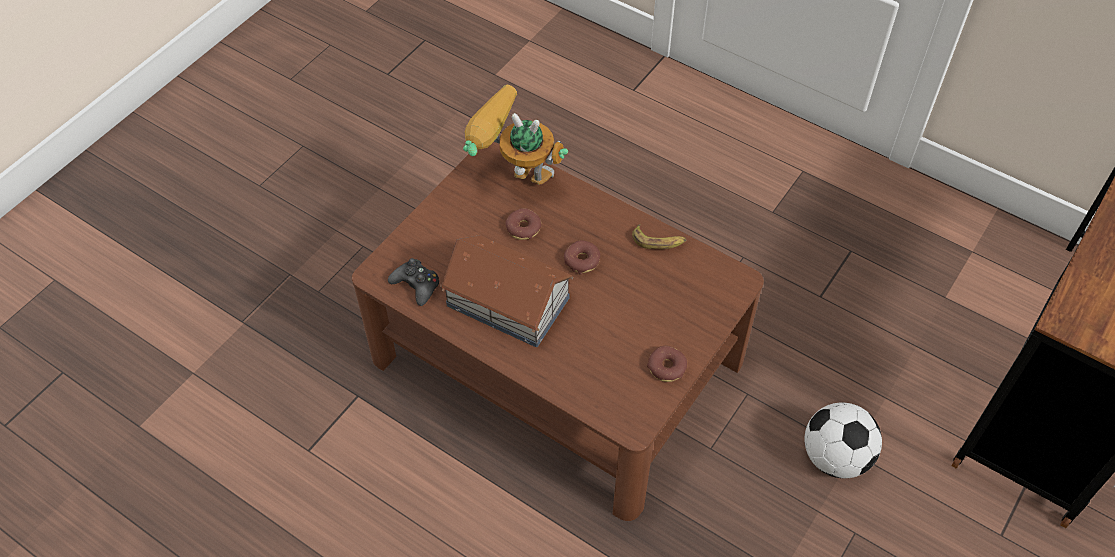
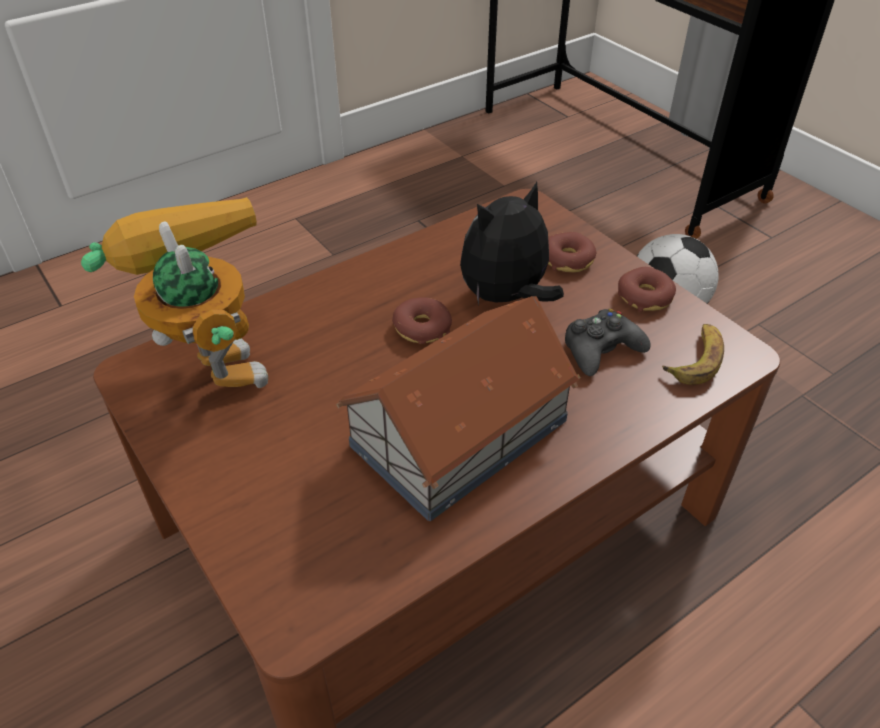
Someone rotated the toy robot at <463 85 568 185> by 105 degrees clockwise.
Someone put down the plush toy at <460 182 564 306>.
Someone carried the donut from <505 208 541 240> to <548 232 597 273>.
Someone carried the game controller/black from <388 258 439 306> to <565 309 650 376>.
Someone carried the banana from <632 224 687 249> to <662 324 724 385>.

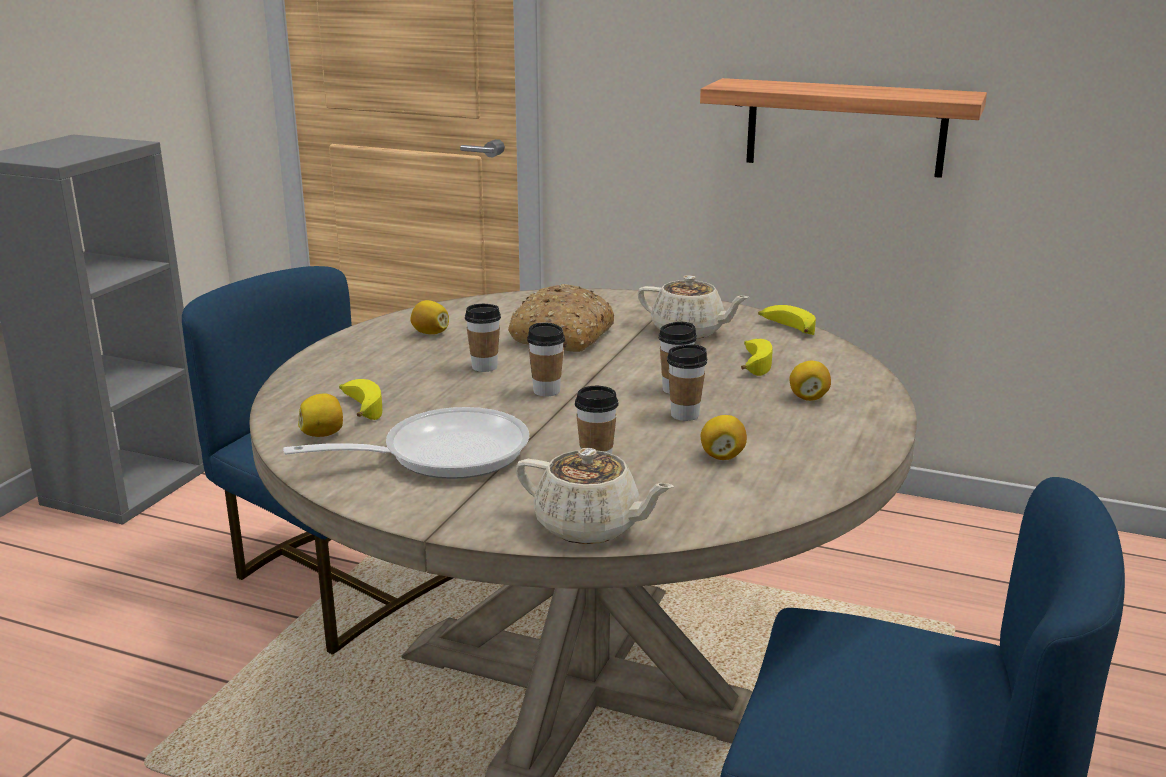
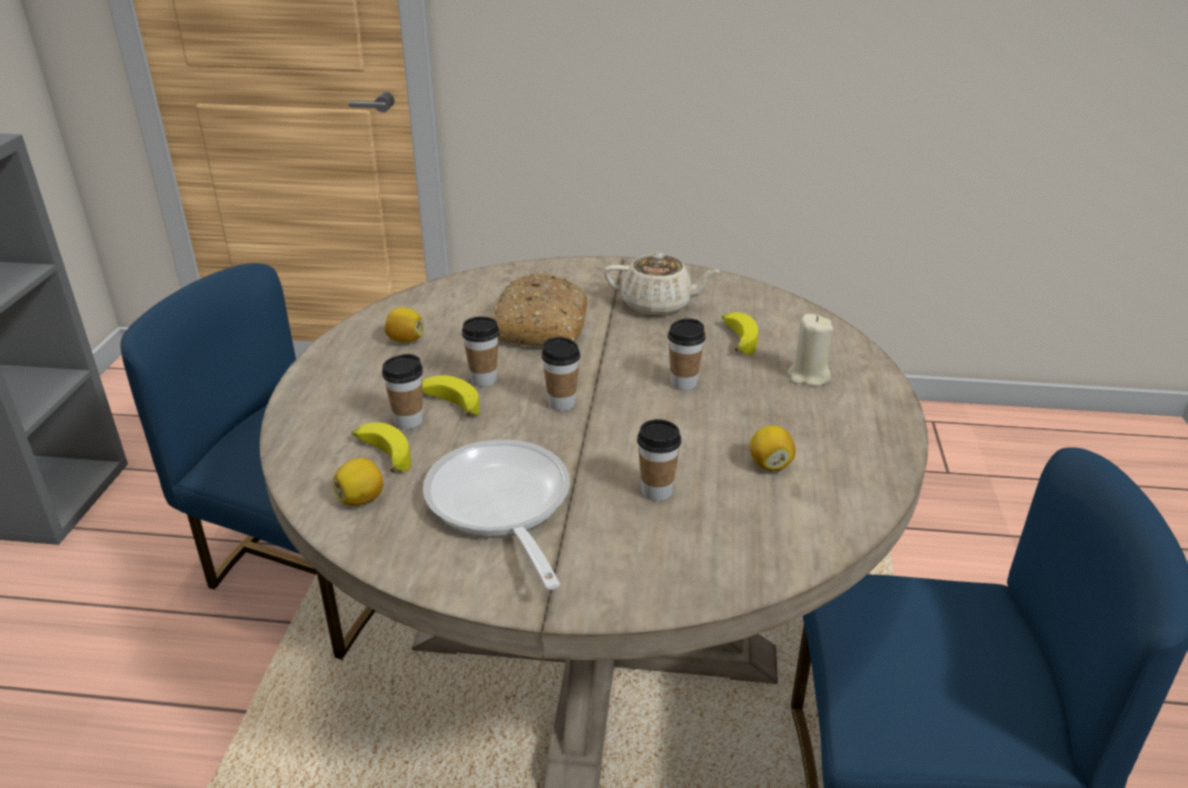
Someone carried the cup from <667 345 707 421> to <382 354 423 429>.
Someone carried the banana from <758 305 816 335> to <422 375 480 416>.
Someone rotated the frying pan at <283 407 529 479> by 75 degrees counterclockwise.
Someone swapped the lemon at <789 361 831 401> for the candle/beige at <788 314 833 386>.
Someone took away the teapot/beige at <516 448 674 544>.
Someone took away the shelf at <700 78 987 178>.

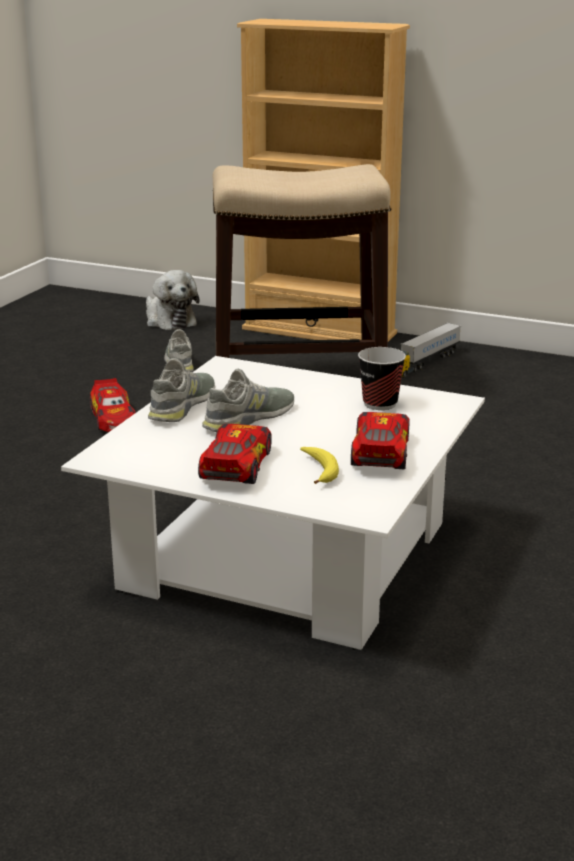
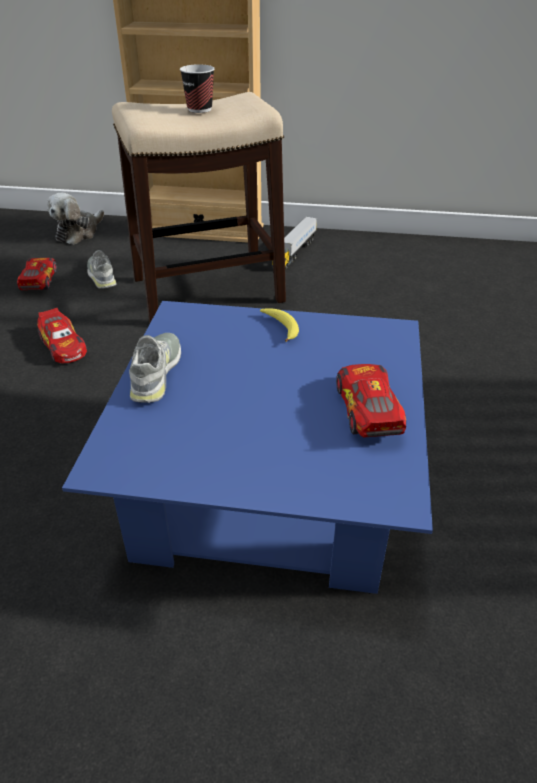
Someone carried the toy car from <198 424 272 484> to <17 258 57 290>.
Someone rotated the plush toy at <146 270 200 330> by 75 degrees clockwise.
Someone repainted the coffee table/white at <61 356 485 650>, which became the coffee table/blue at <62 301 433 594>.
Someone carried the cup from <358 347 406 410> to <180 64 215 113>.
Someone carried the banana from <300 447 339 484> to <260 308 299 342>.
Someone took away the shoe/grey at <202 369 294 432>.

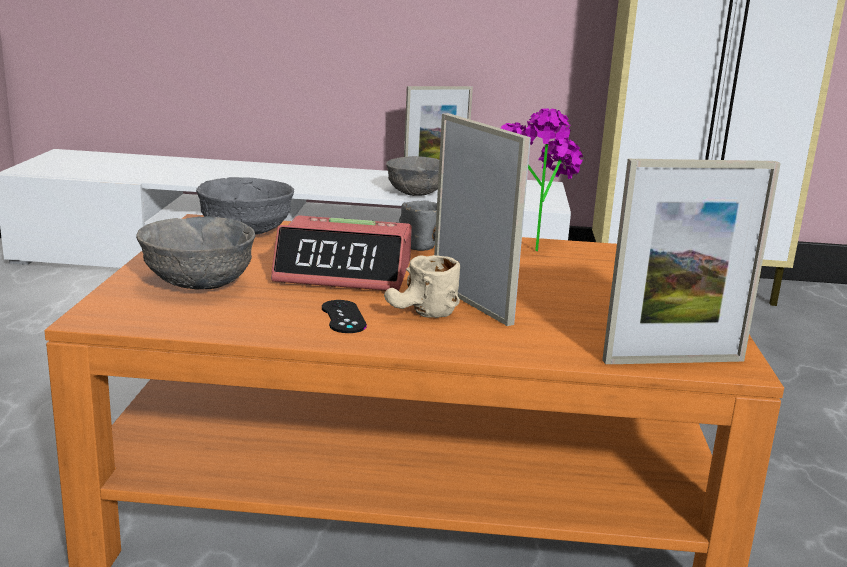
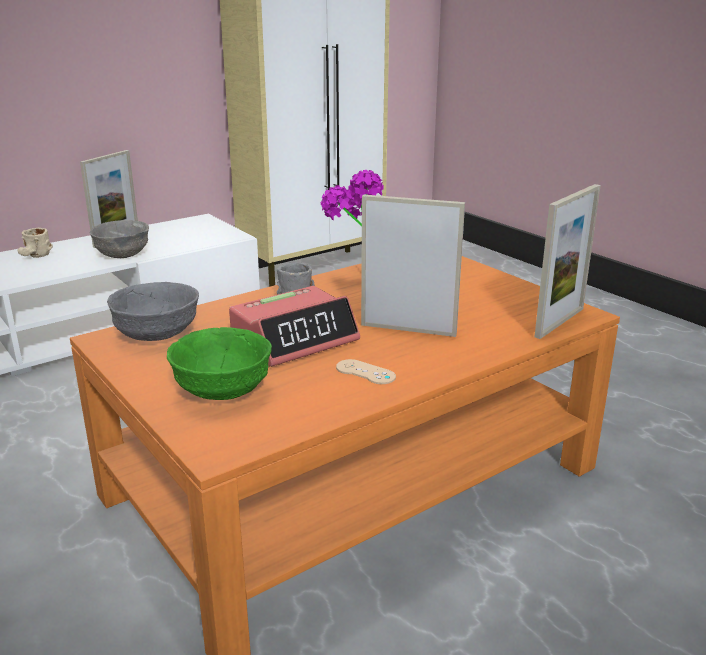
Someone carried the mug/beige from <384 255 460 318> to <17 228 53 258>.
Someone repainted the bowl/grey at <136 216 255 289>, which became the bowl/green at <167 327 272 400>.
Someone repainted the game controller/black at <322 300 367 333>, which became the game controller/beige at <336 359 396 384>.

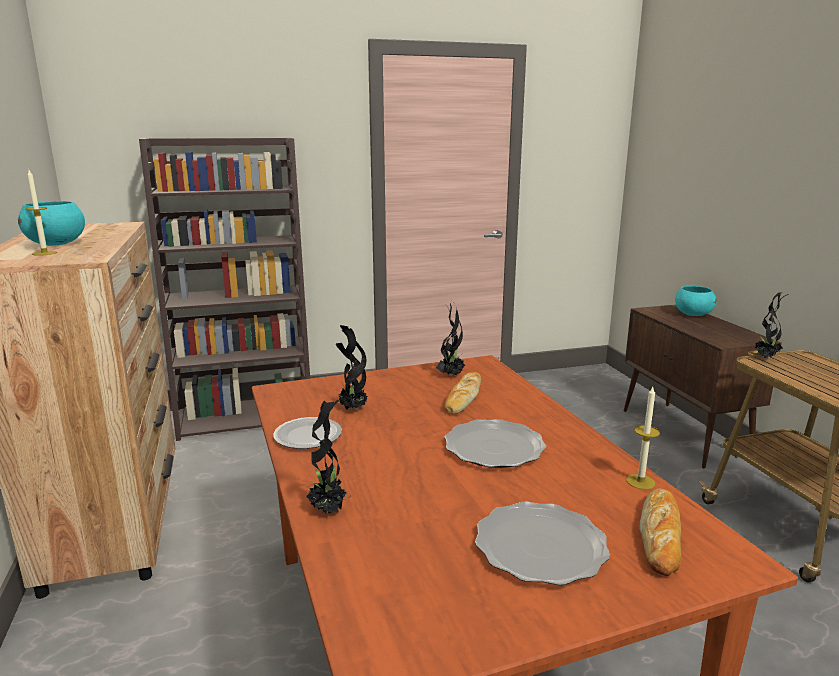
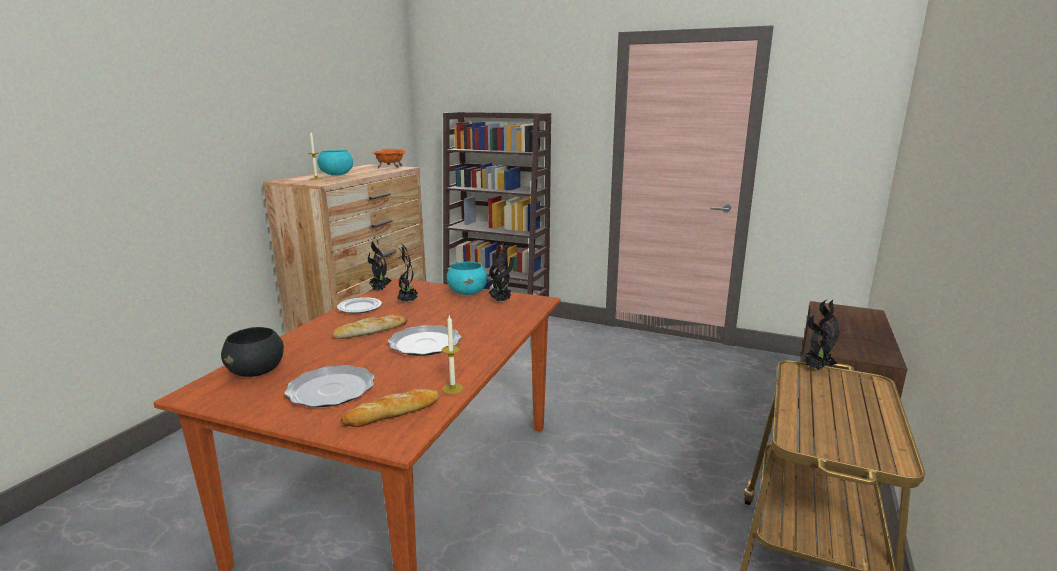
Someone put down the bowl/black at <221 327 284 377>.
Someone carried the bread from <444 372 481 414> to <333 315 407 339>.
Someone carried the potted plant from <306 400 351 514> to <368 236 392 291>.
Someone put down the bowl/orange at <372 149 407 168>.
Someone carried the bowl/turquoise from <675 286 717 316> to <446 262 487 295>.

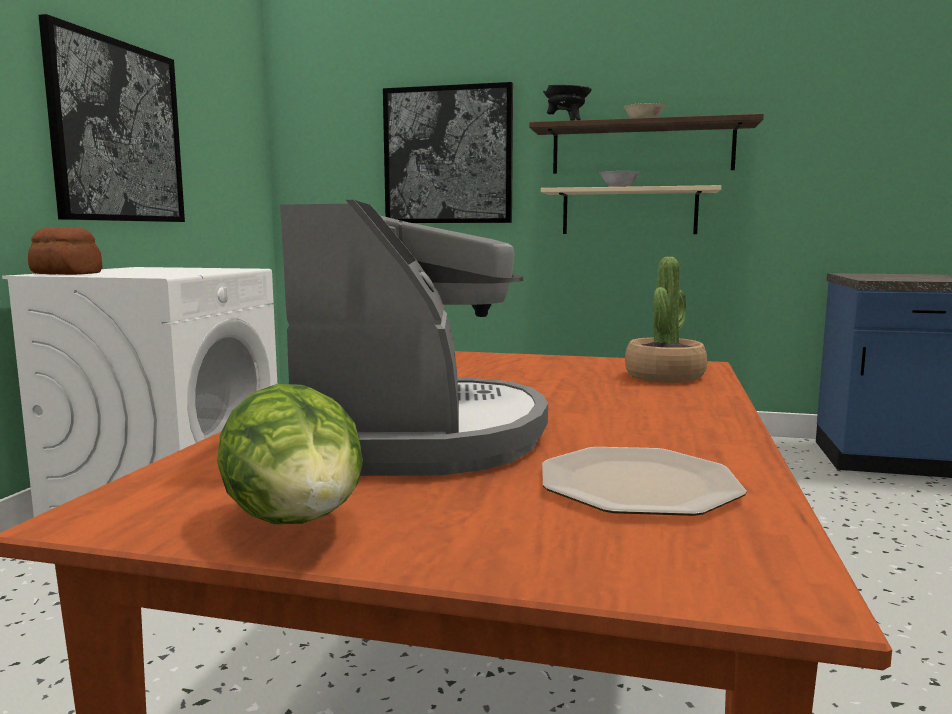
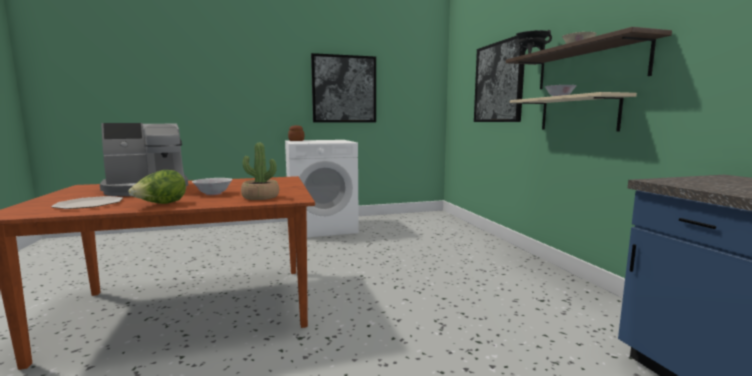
Someone carried the lettuce from <217 384 363 524> to <129 170 186 204>.
Someone put down the bowl/white at <192 178 233 195>.

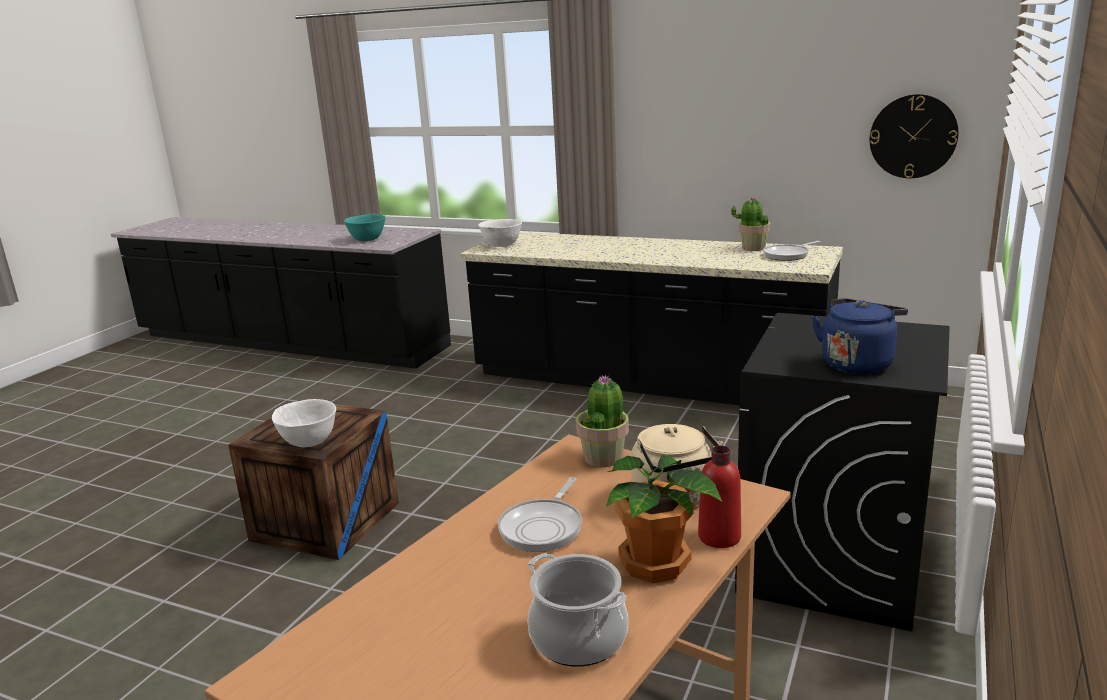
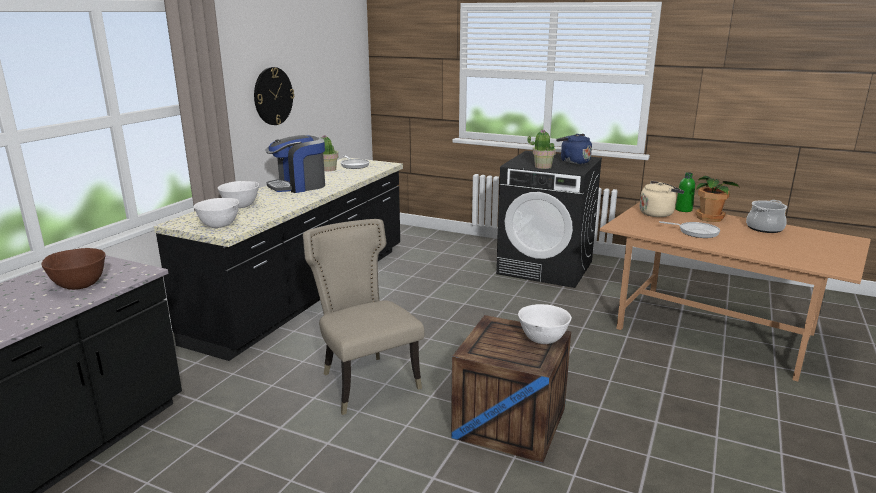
Someone repainted the bowl/turquoise at <344 214 386 241>, which became the bowl/brown at <41 248 106 290>.
Someone put down the bowl/white at <218 181 259 208>.
Someone carried the wall clock from <870 94 958 178> to <254 67 294 125>.
Someone put down the coffee machine at <266 135 325 193>.
Someone put down the chair/beige at <303 219 425 415>.
Someone carried the potted plant from <576 374 629 467> to <527 129 556 169>.
Someone repainted the bottle/red at <698 446 741 548>, which became the bottle/green at <675 172 695 212>.

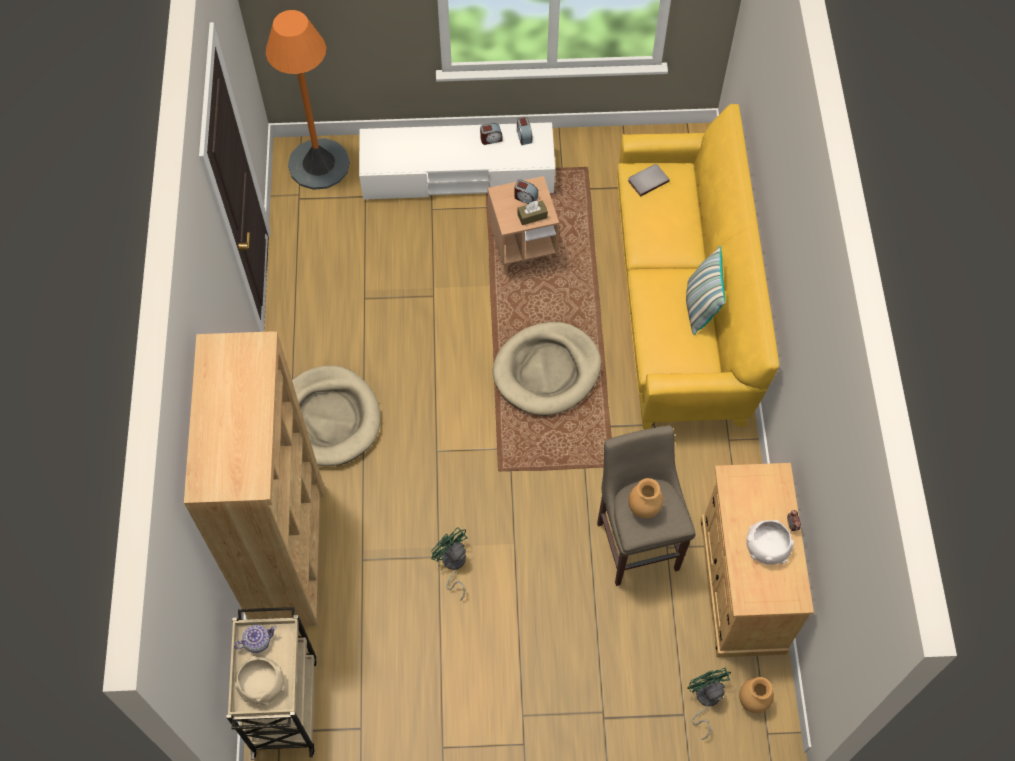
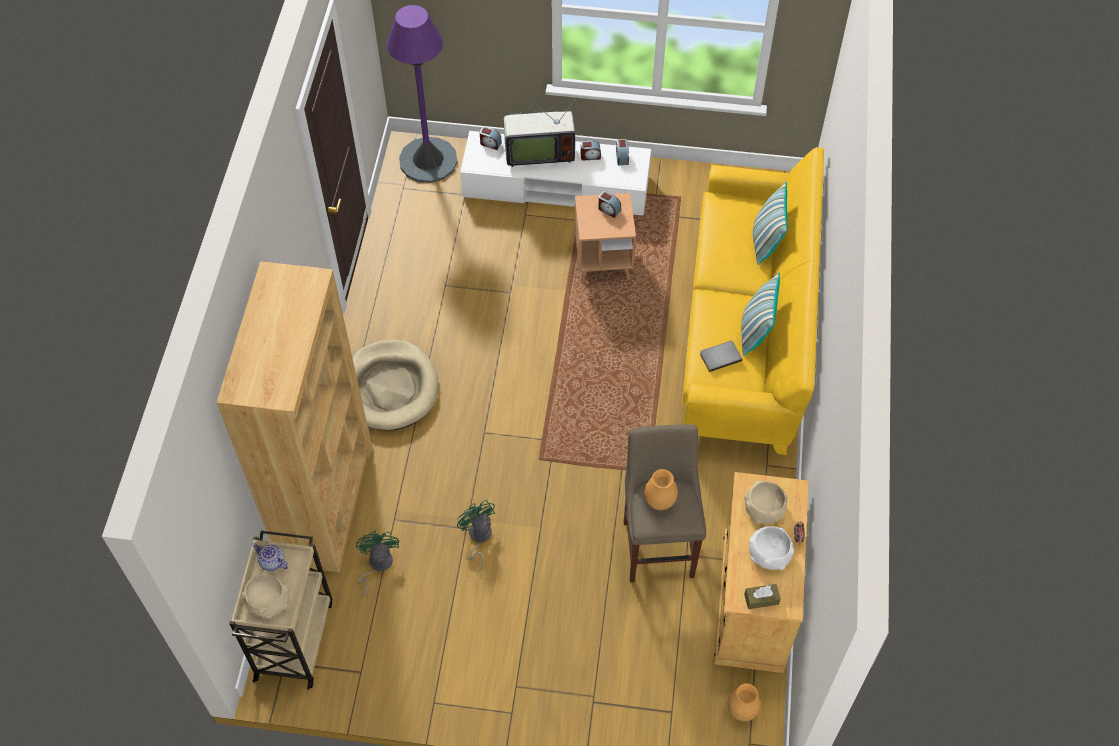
Someone rotated the teapot at <234 625 277 653> by 135 degrees counterclockwise.
Someone carried the fan/green from <688 668 731 740> to <356 531 399 597>.
Someone repainted the floor lamp/orange at <266 10 350 190>, which became the floor lamp/purple at <387 5 458 183>.
Someone put down the alarm clock at <480 126 502 150>.
Someone put down the television at <504 96 578 167>.
Someone carried the book/grey from <628 164 670 197> to <700 341 743 372>.
Someone put down the bowl/beige at <744 481 788 524>.
Someone carried the tissue box/brown from <517 200 548 225> to <744 584 781 609>.
Someone put down the pillow at <753 182 788 265>.
Someone took away the dog bed/beige at <493 322 601 415>.

